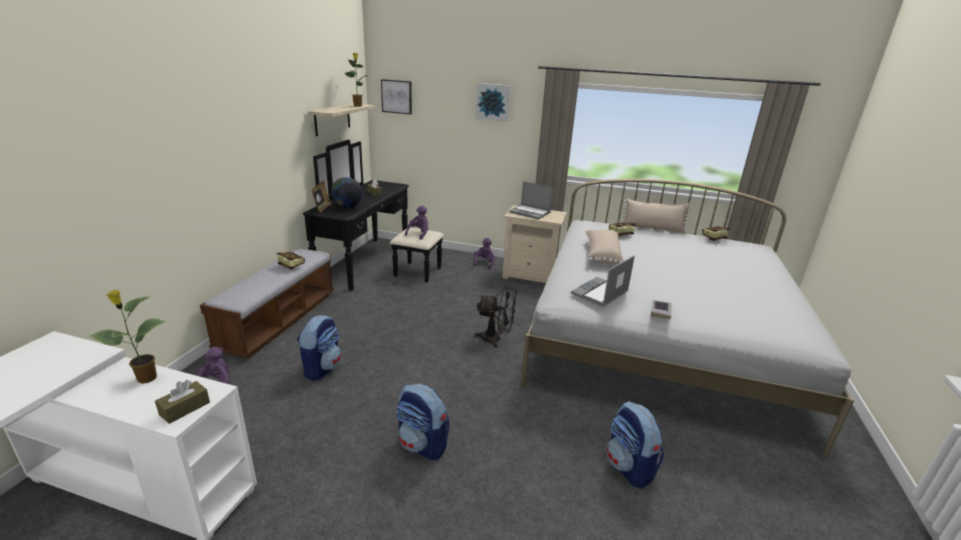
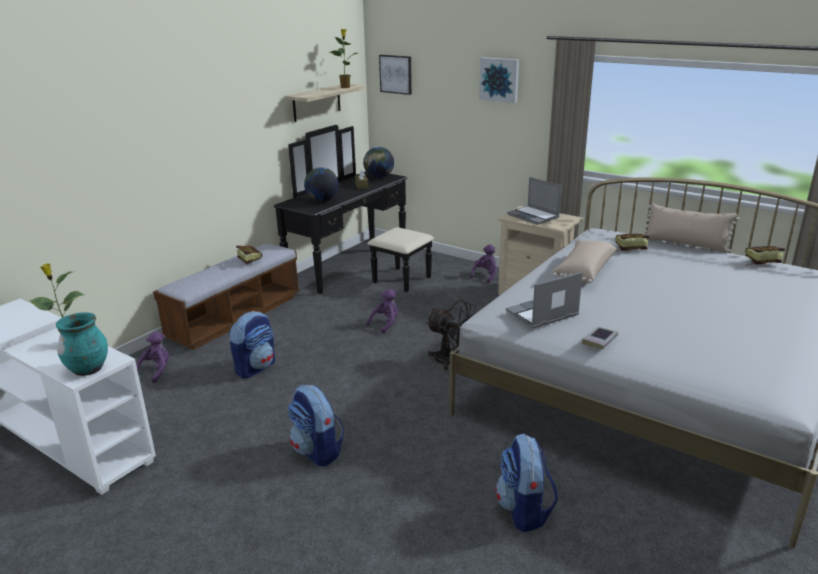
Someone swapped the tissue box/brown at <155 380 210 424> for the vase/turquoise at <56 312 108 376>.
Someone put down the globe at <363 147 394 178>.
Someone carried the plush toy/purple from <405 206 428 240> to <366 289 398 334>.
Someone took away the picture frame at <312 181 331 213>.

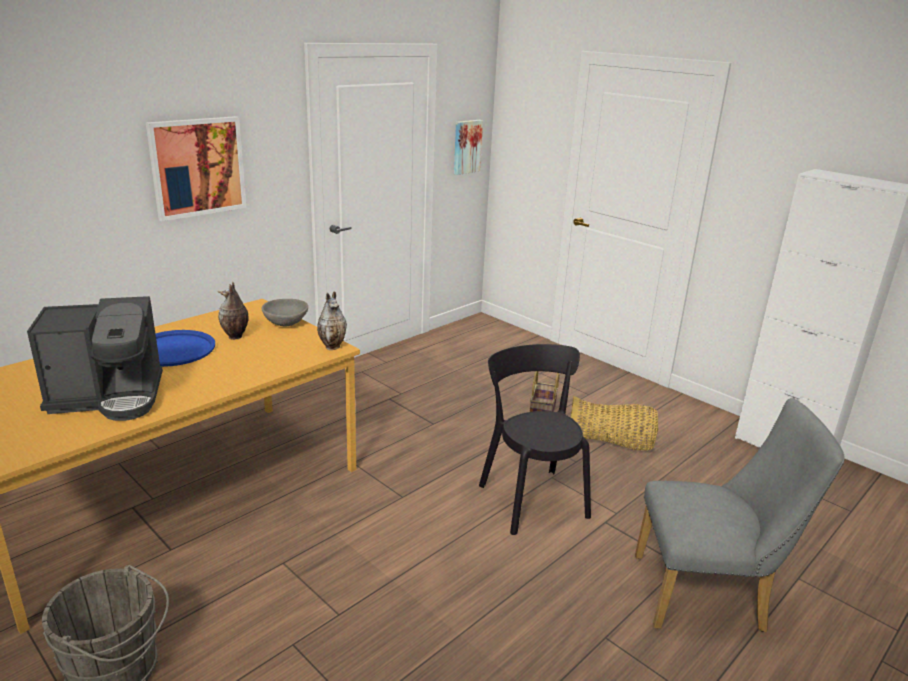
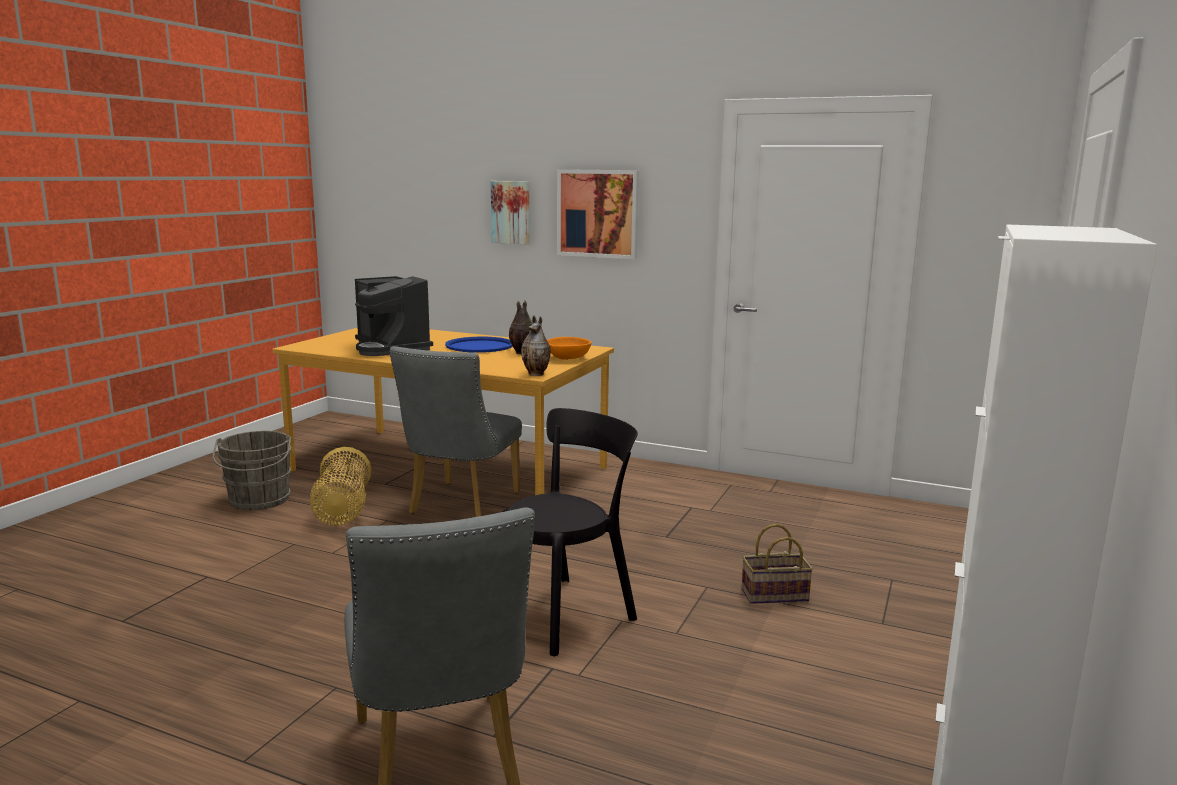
Someone carried the basket from <571 396 658 450> to <310 447 371 526>.
Someone put down the chair/grey at <390 346 522 517>.
Someone carried the picture from <454 120 483 175> to <491 181 530 245>.
Someone repainted the bowl/grey at <261 299 308 327>, which became the bowl/orange at <547 337 592 360>.

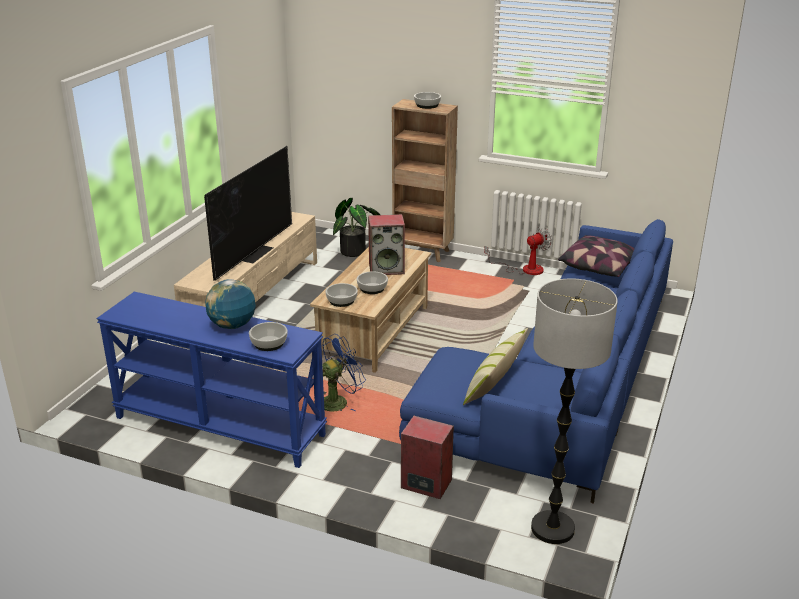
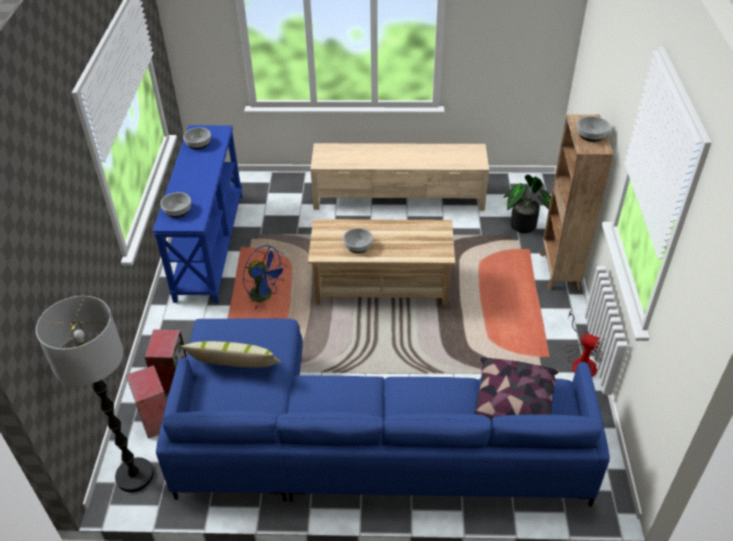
Someone carried the speaker from <368 214 405 275> to <126 365 167 438>.
Someone carried the bowl from <325 283 358 307> to <183 127 211 149>.
Someone took away the television at <204 146 292 281>.
Someone took away the globe at <205 279 256 329>.

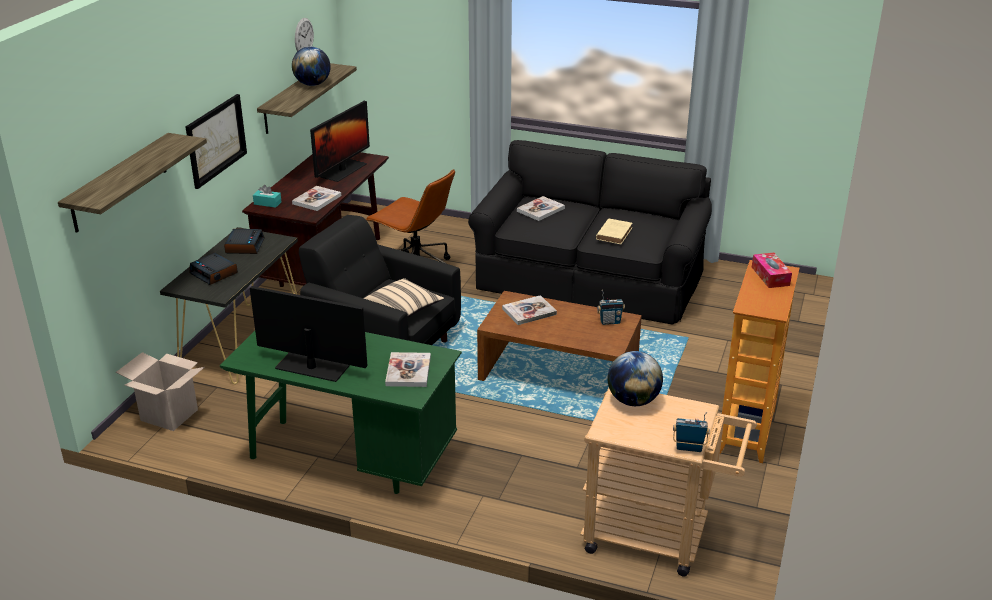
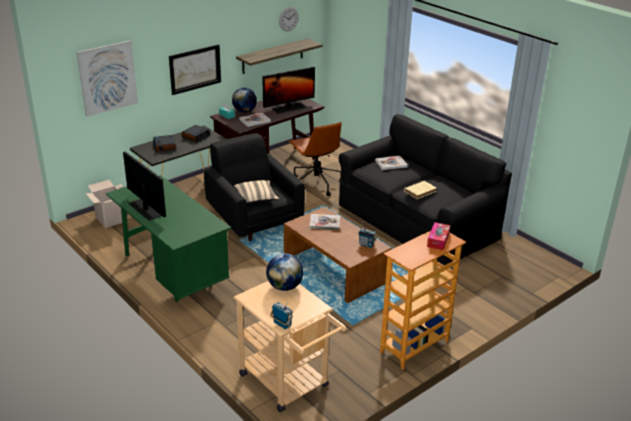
Someone swapped the shelf at <58 133 207 233> for the picture at <77 40 138 117>.
Someone carried the globe from <292 47 331 86> to <232 88 257 113>.
Someone took away the book at <385 352 431 387>.

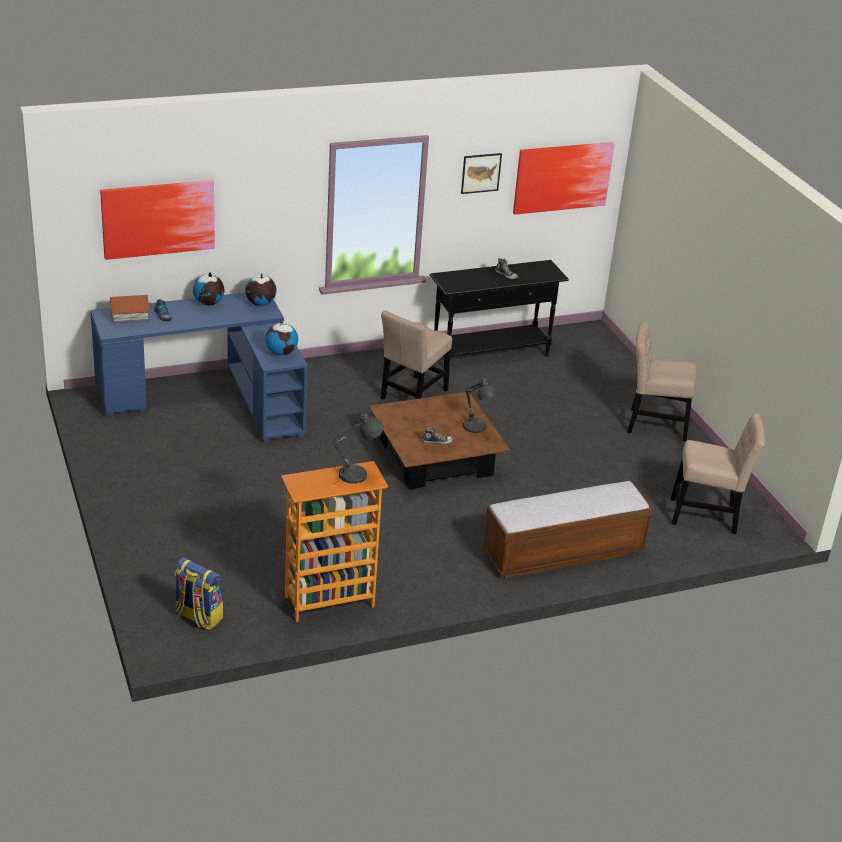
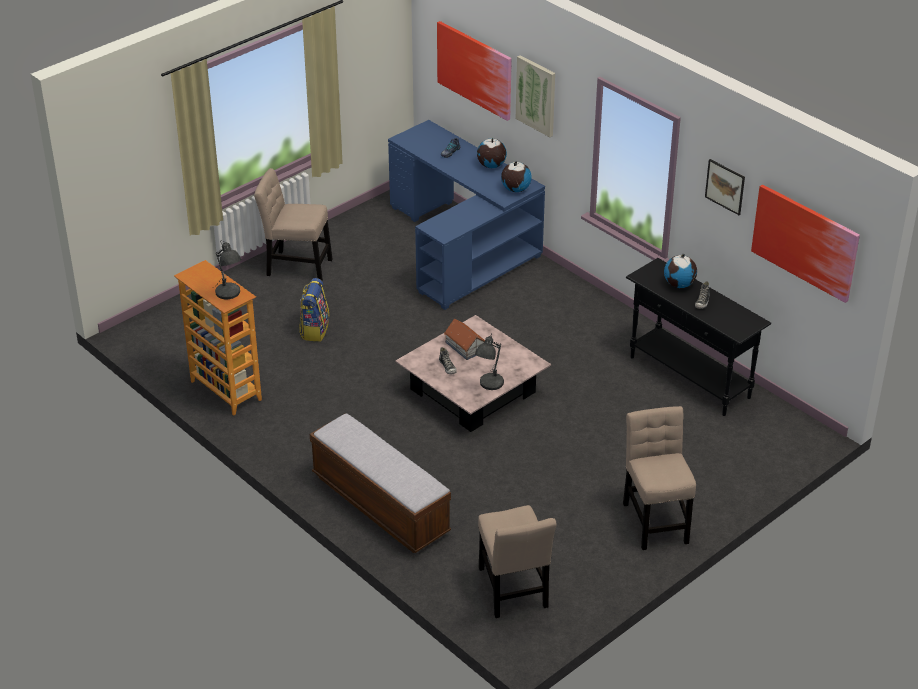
Someone carried the chair/beige from <381 310 452 400> to <254 168 332 280>.
Someone carried the backpack from <175 558 223 630> to <299 278 329 342>.
Someone repainted the coffee table/brown at <369 392 510 490>, which became the coffee table/pink at <395 315 551 432>.
Someone carried the toy house from <110 295 150 324> to <444 319 485 360>.
Someone put up the picture at <516 55 555 137>.
Someone carried the globe from <266 320 298 355> to <664 253 697 288>.

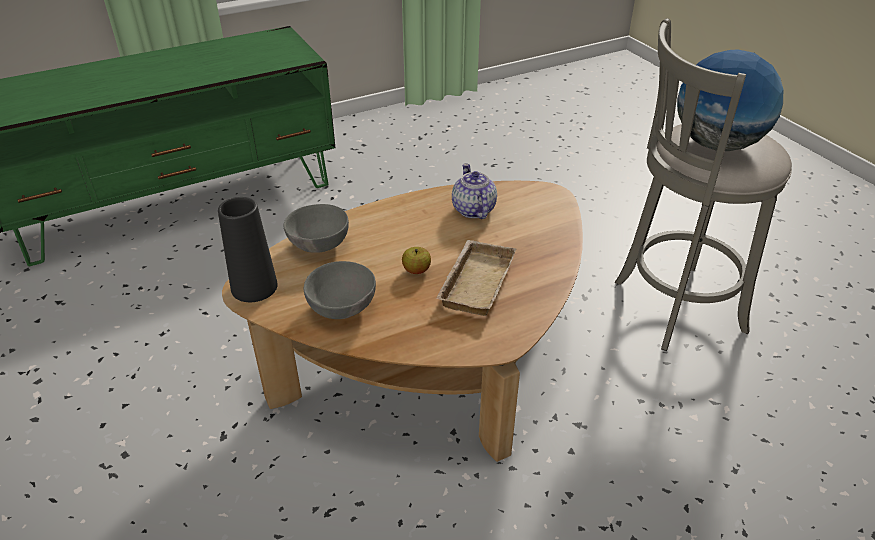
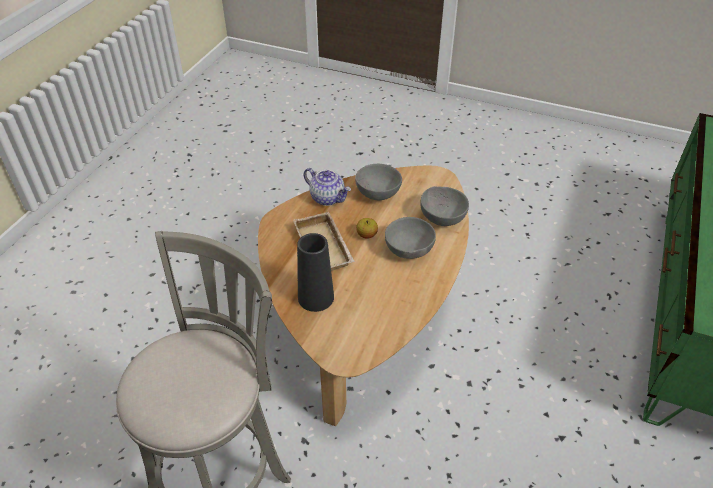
Someone carried the vase/black from <218 197 278 302> to <297 233 334 312>.
Someone carried the teapot from <452 163 497 219> to <303 168 351 206>.
Someone put down the bowl/grey at <385 217 436 259>.
Someone took away the globe at <677 50 783 151>.

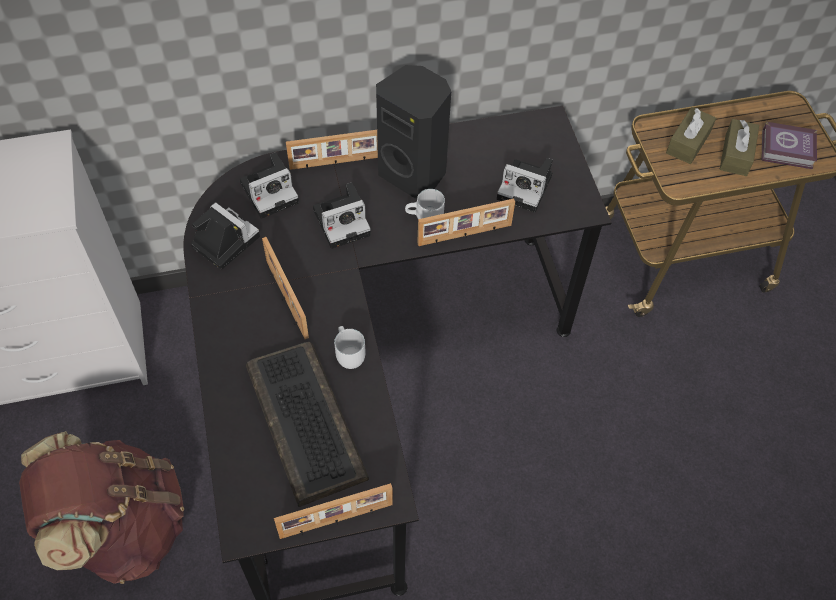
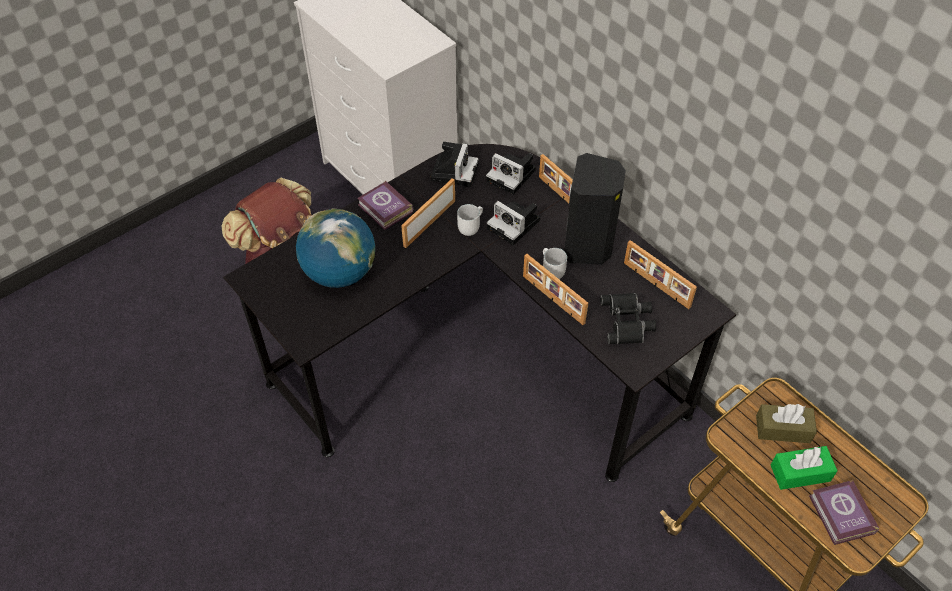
Someone swapped the keyboard at <246 342 369 507> for the globe at <296 209 375 288>.
Someone put down the book at <358 181 413 230>.
Someone carried the mug/white from <334 326 366 369> to <457 204 483 236>.
Someone swapped the photo camera at <497 158 553 213> for the binoculars/black at <600 293 656 344>.
Someone carried the picture frame from <274 483 393 539> to <624 240 697 309>.
Someone repainted the tissue box/brown at <719 119 759 176>, which became the tissue box/green at <771 446 838 490>.

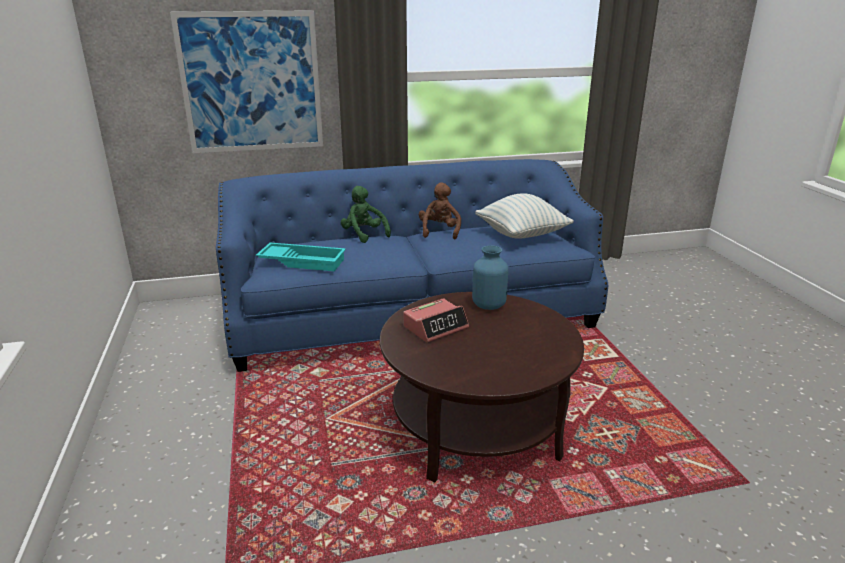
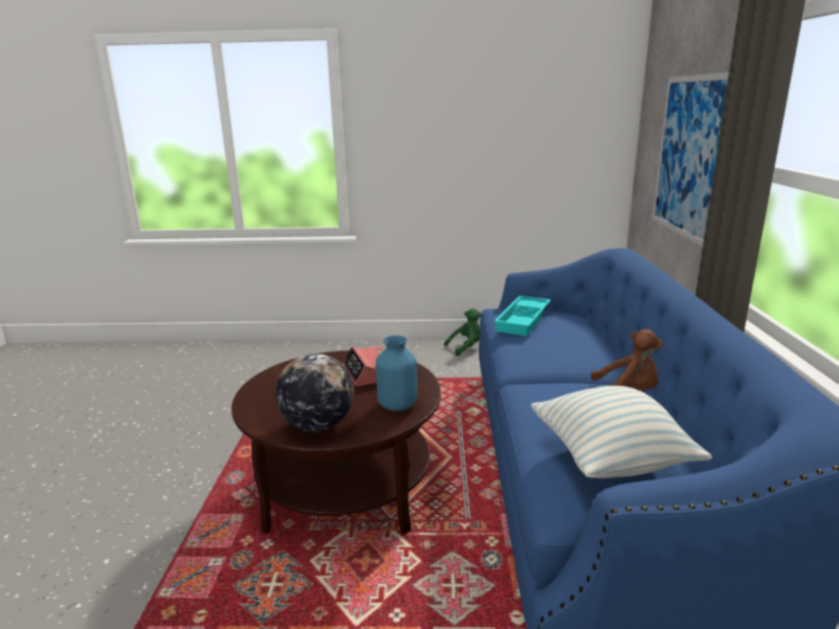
Someone put down the globe at <275 354 354 432>.
Someone carried the plush toy/green from <341 186 391 243> to <444 308 482 356>.

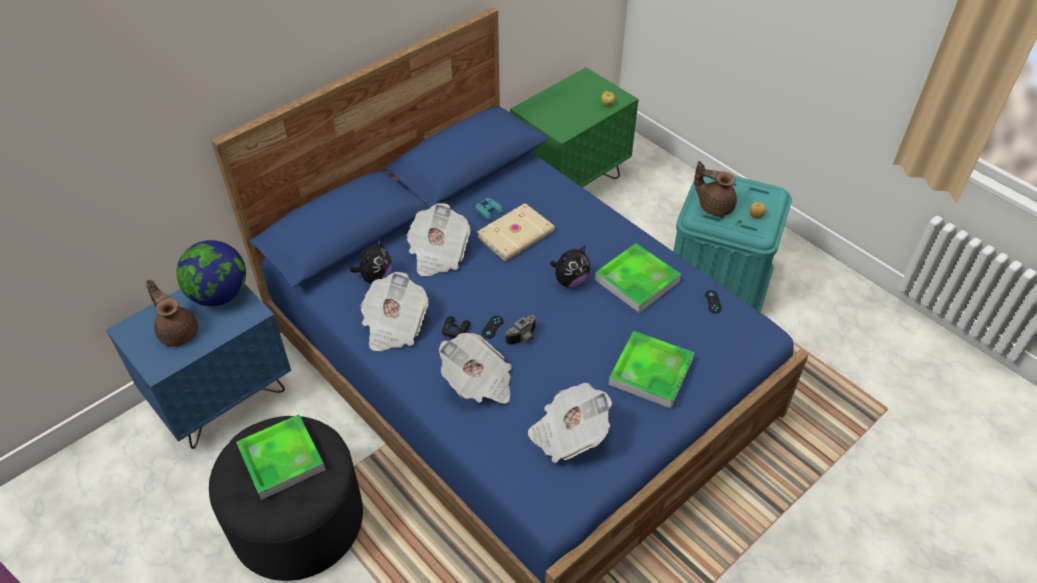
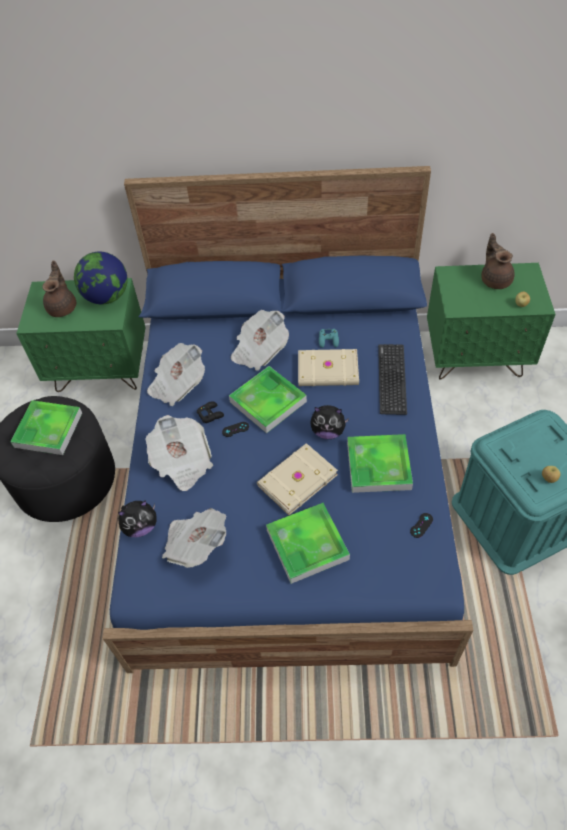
Someone repainted the nightstand/blue at <106 283 291 449>, which became the nightstand/green at <16 278 146 392>.
Someone carried the plush toy from <350 238 392 284> to <118 500 157 537>.
Someone put down the tray at <229 366 307 433>.
Someone put down the book/beige at <257 443 338 515>.
Someone put down the keyboard at <378 344 407 415>.
Someone carried the teapot/brown from <694 161 737 216> to <481 233 515 289>.
Someone took away the photo camera at <506 315 536 345>.

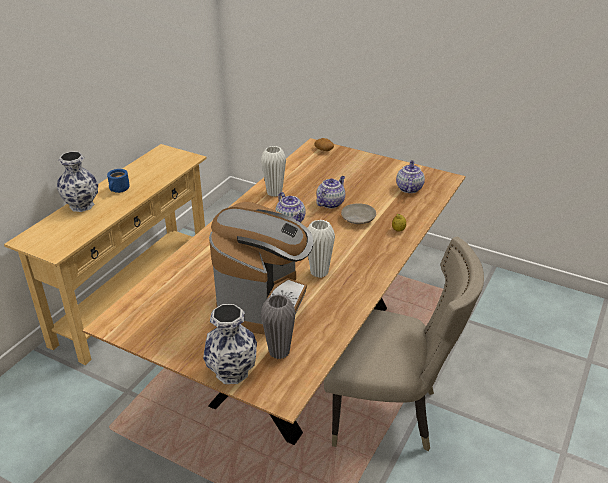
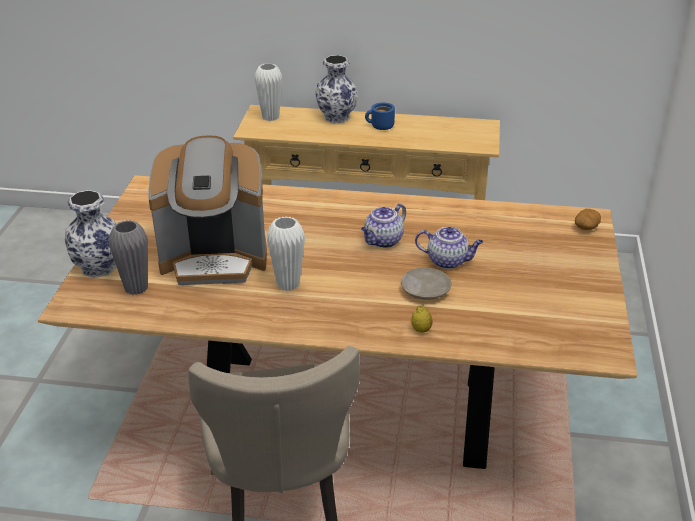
Someone carried the vase/white from <261 146 286 197> to <255 63 282 121>.
Someone took away the teapot at <396 160 425 193>.

